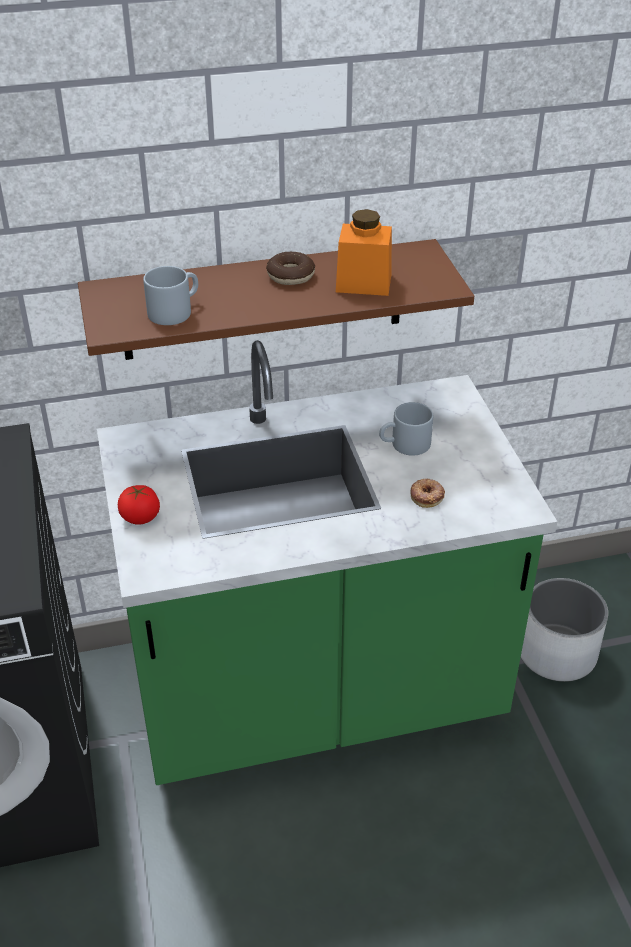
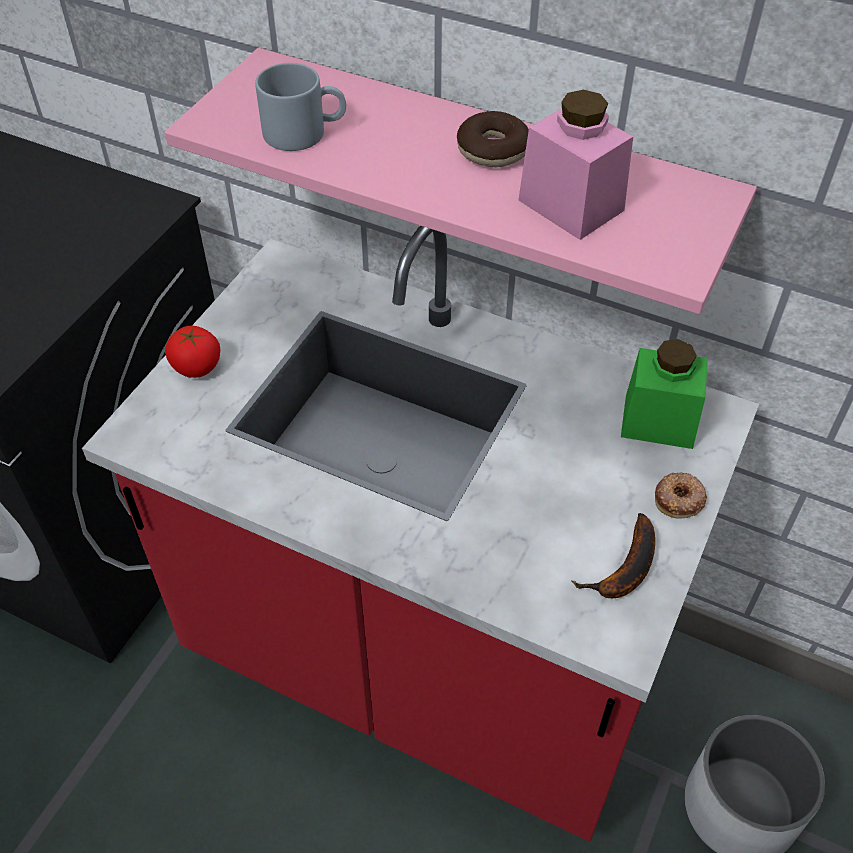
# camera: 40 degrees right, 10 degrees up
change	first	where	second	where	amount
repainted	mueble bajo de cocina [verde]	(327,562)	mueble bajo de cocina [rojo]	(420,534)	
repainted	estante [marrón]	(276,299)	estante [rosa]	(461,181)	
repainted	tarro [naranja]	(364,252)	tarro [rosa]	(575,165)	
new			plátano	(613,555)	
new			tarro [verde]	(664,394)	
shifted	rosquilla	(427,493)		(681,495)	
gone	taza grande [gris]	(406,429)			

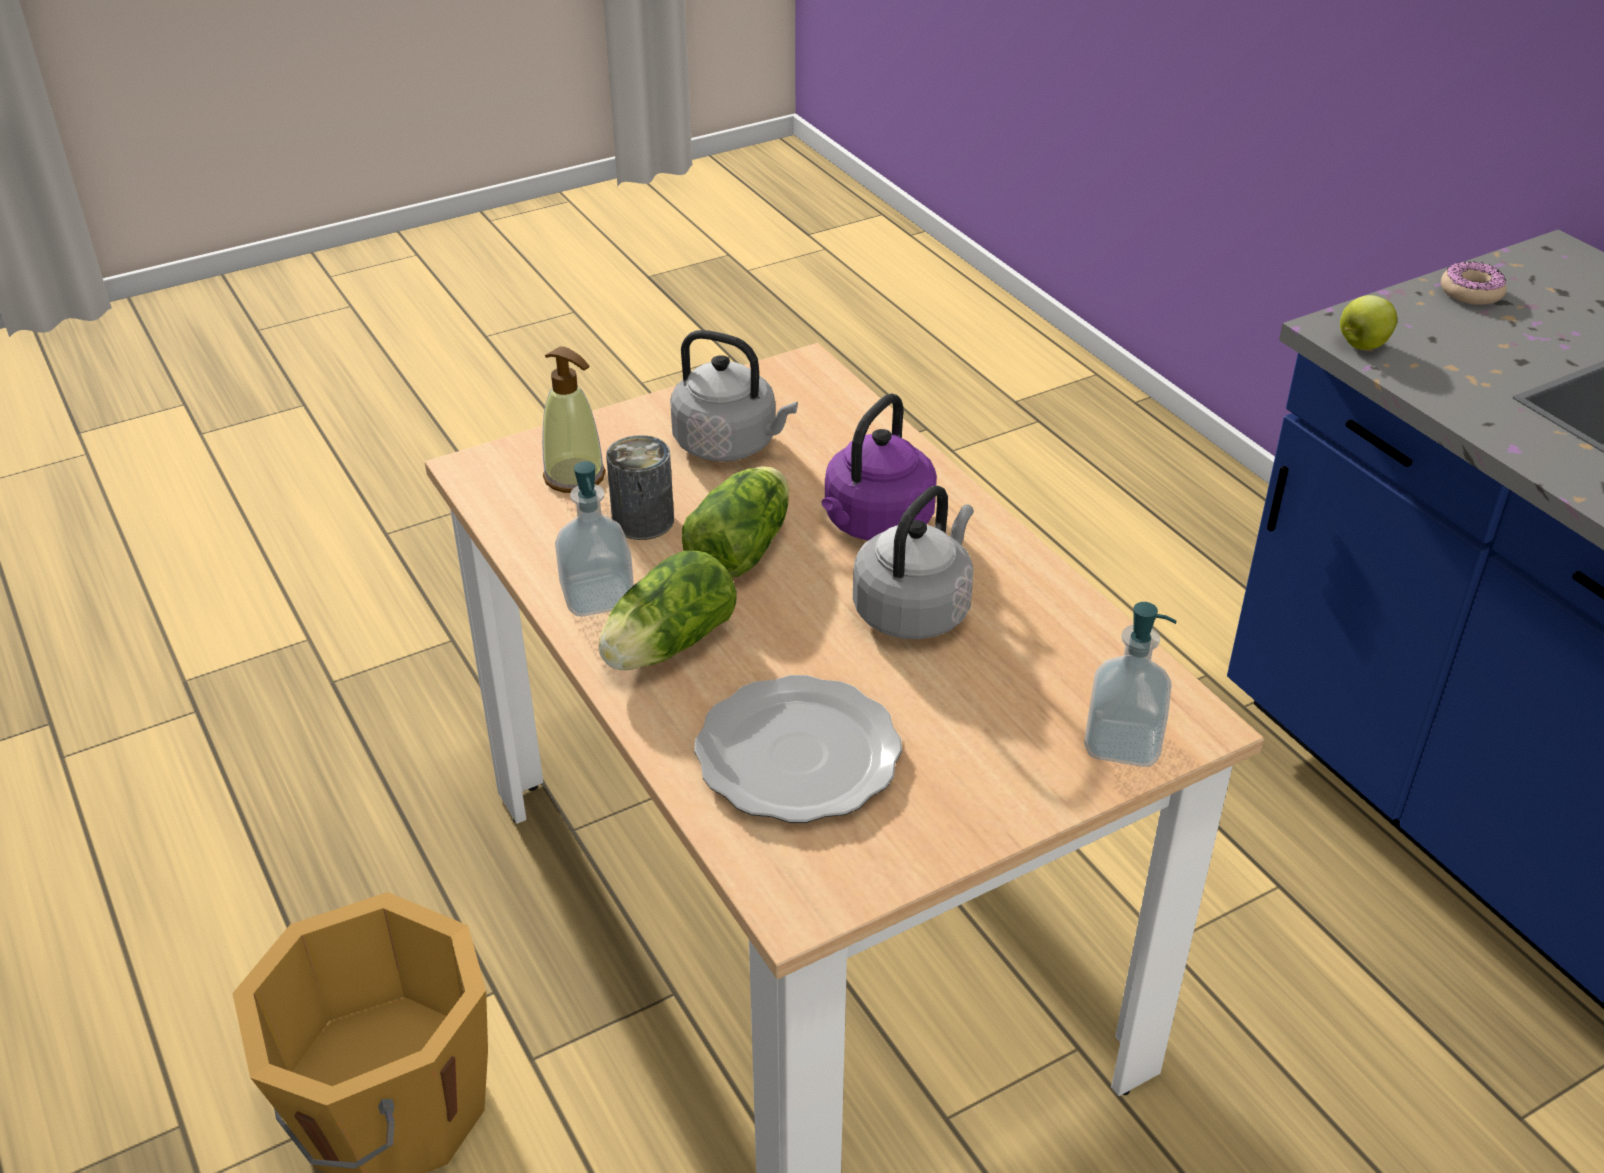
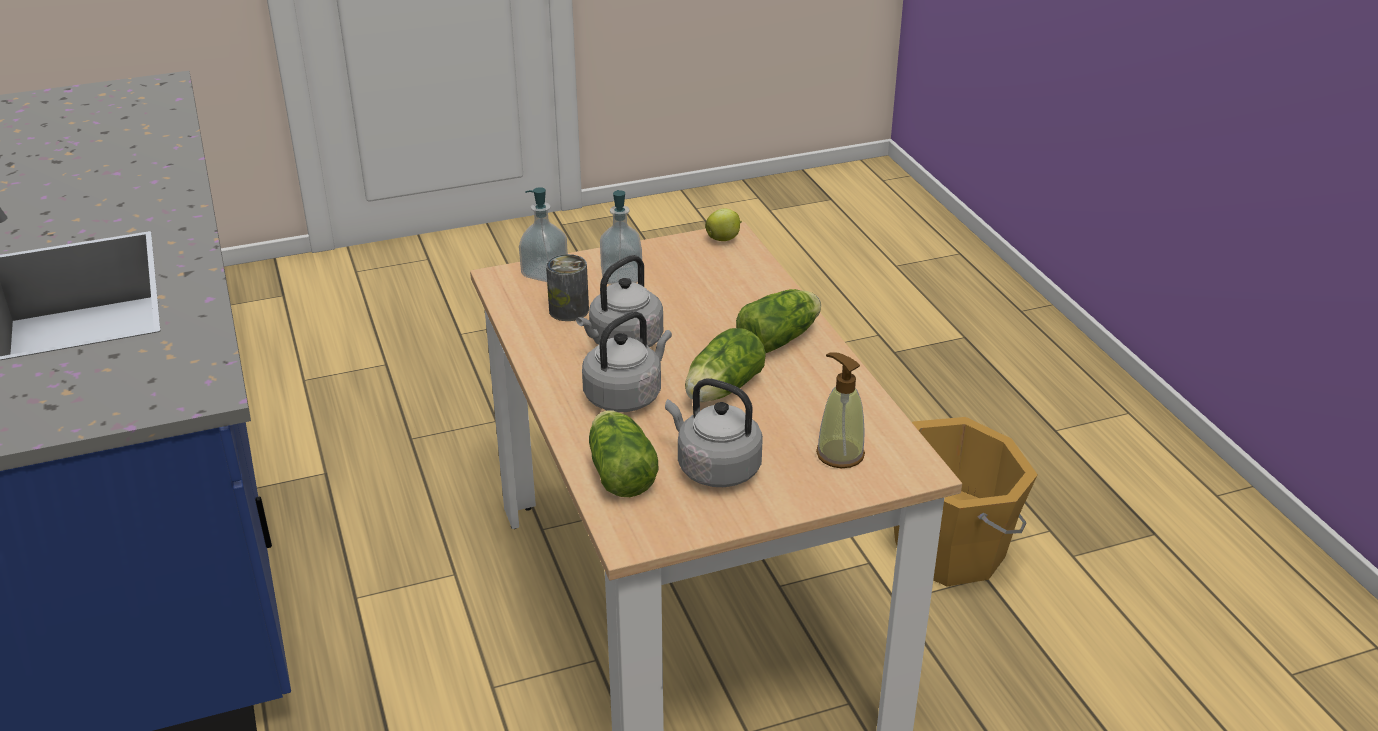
# camera: 170 degrees left, 5 degrees down
change	first	where	second	where	amount
shifted	lata	(640,487)		(567,287)	
repainted	hervidor [morado]	(879,467)	hervidor [gris]	(627,361)	
new			lechuga	(624,453)	
shifted	dispensador de jabón	(594,538)		(621,237)	
shifted	manzana	(1368,322)		(723,225)	
gone	plato	(798,749)			
gone	rosquilla	(1474,283)			

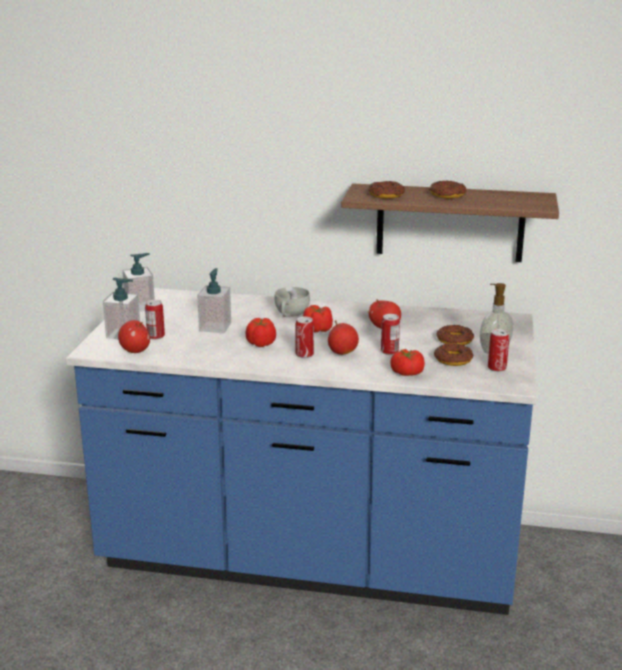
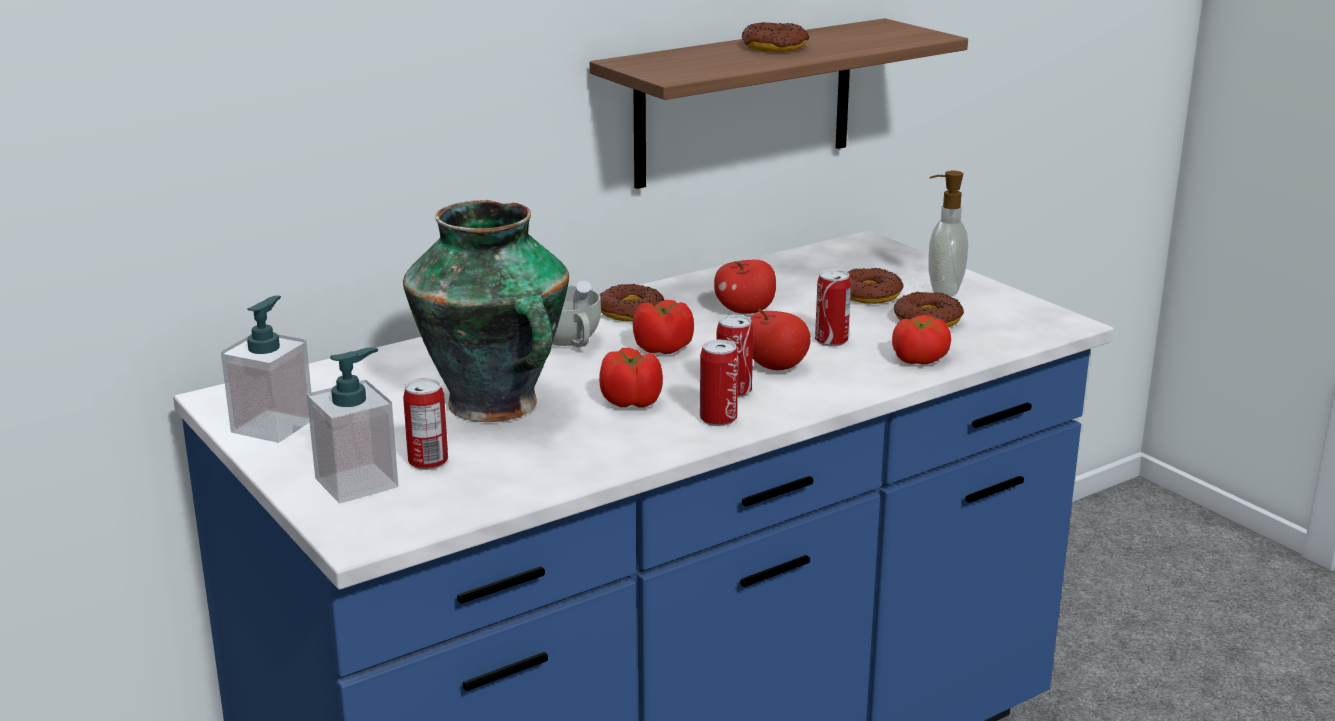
# camera: 45 degrees left, 0 degrees up
change	first	where	second	where	amount
swapped	dispensador de jabón	(214,300)	florero	(486,311)	
shifted	rosquilla	(386,190)		(631,303)	
shifted	lata	(498,350)		(719,383)	
gone	manzana	(134,336)			

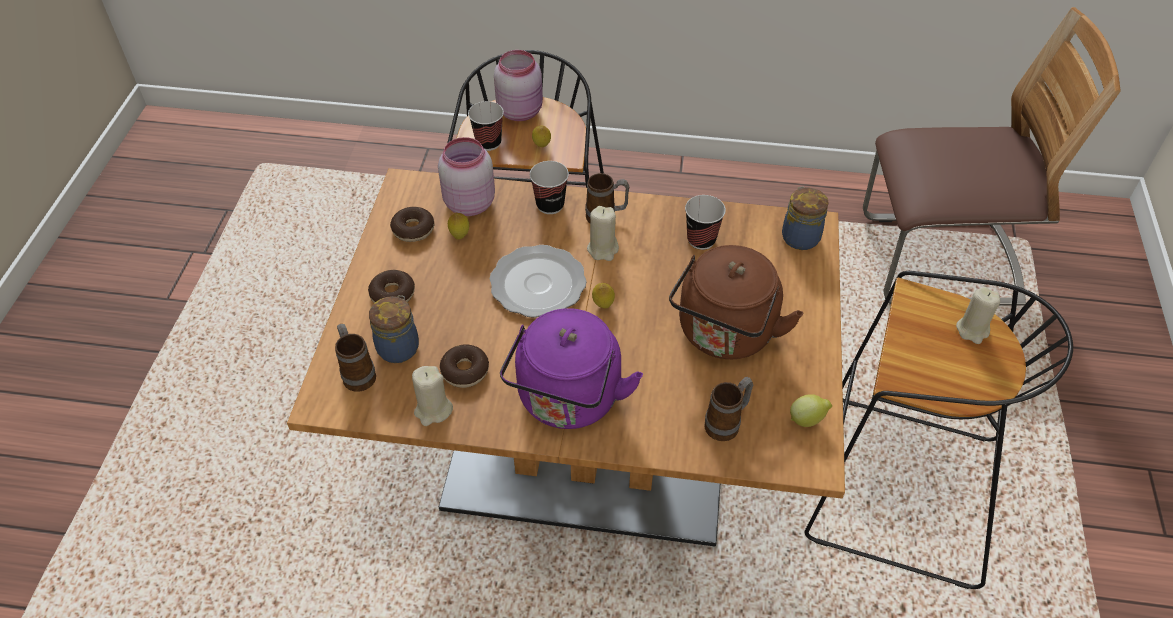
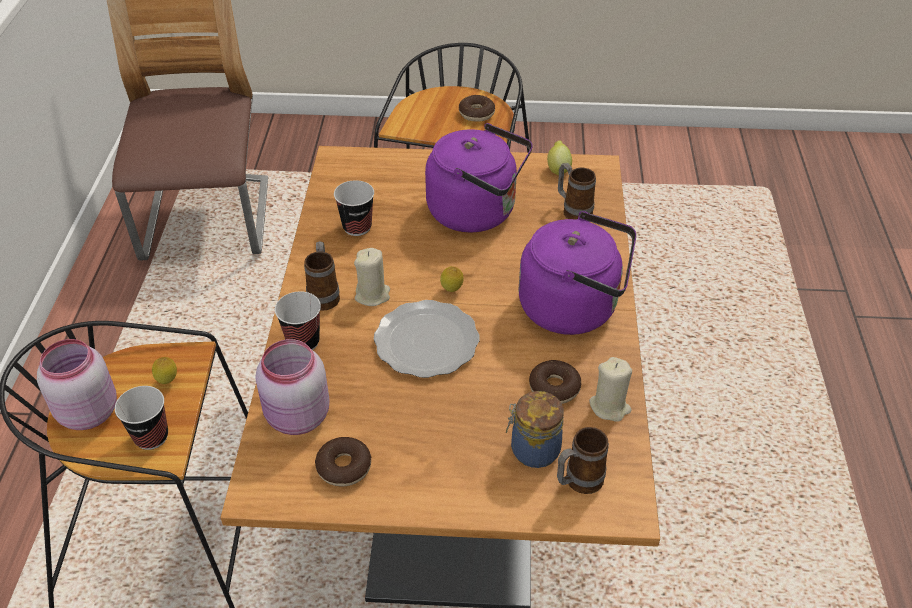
# camera: 95 degrees left, 5 degrees down
change	first	where	second	where	amount
repainted	hervidor [marrón]	(736,302)	hervidor [morado]	(479,177)	
shifted	rosquilla	(391,286)		(477,108)	
gone	limón	(458,226)			
gone	tarro	(805,218)			
gone	vela [beis]	(978,315)			

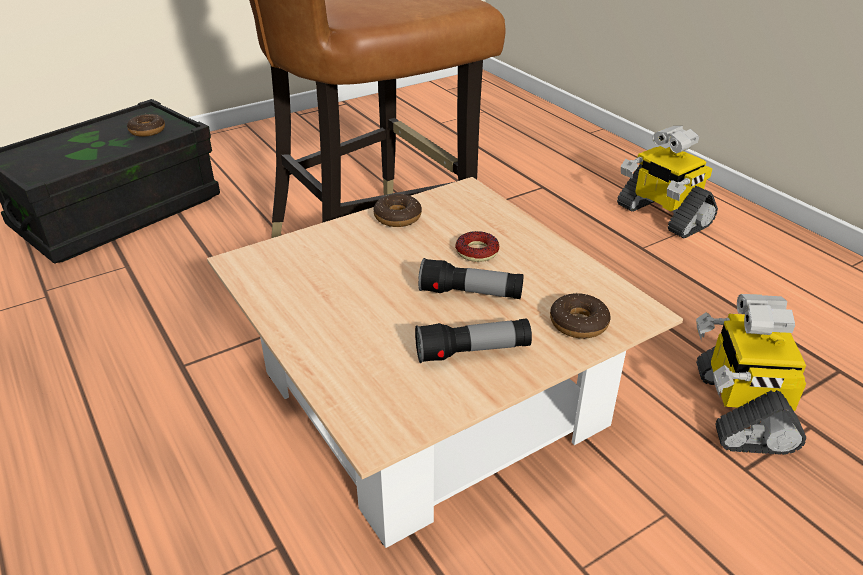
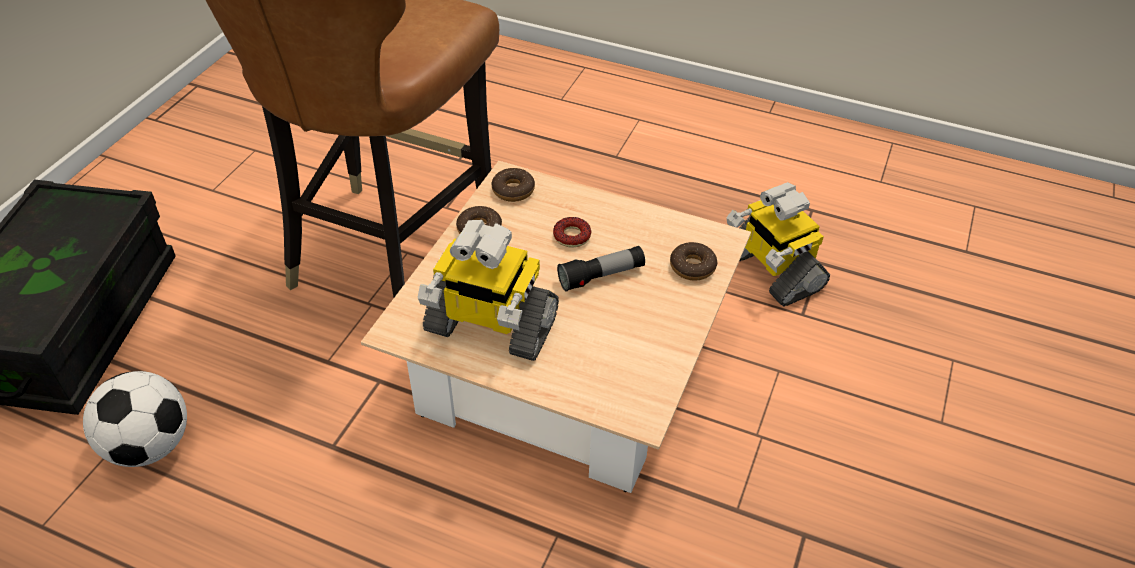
# camera: 35 degrees left, 10 degrees up
change	first	where	second	where	amount
new			balón de fútbol	(135,419)	
shifted	robot de juguete	(667,182)		(488,290)	
shifted	rosquilla	(146,125)		(513,185)	
gone	linterna	(473,340)			

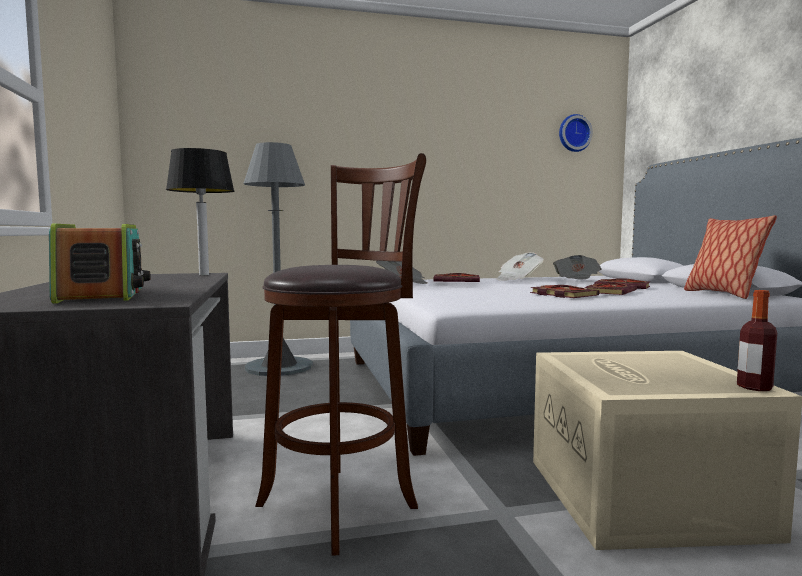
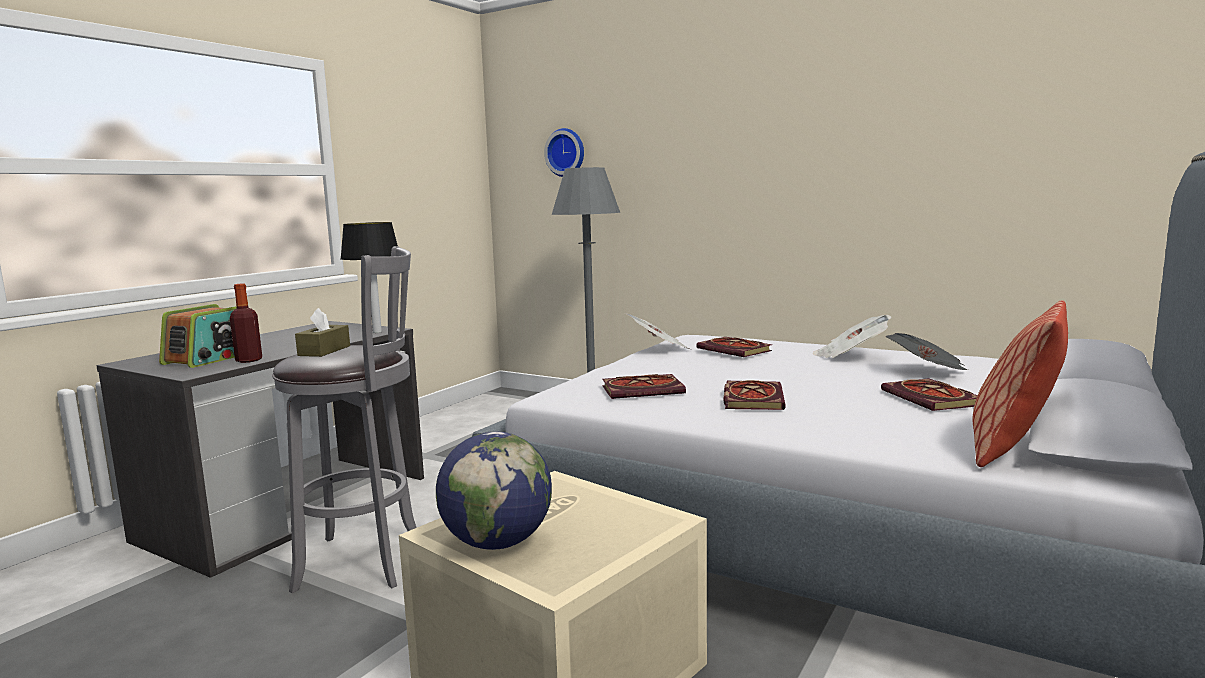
# camera: 45 degrees right, 5 degrees up
change	first	where	second	where	amount
shifted	botella	(757,340)		(246,323)	
repainted	taburete [marrón]	(340,354)	taburete [gris]	(344,419)	
new			caja de pañuelos [marrón]	(322,332)	
new			globo terráqueo	(494,491)	
shifted	reloj de pared	(576,133)		(564,152)	
shifted	libro	(611,288)		(644,386)	

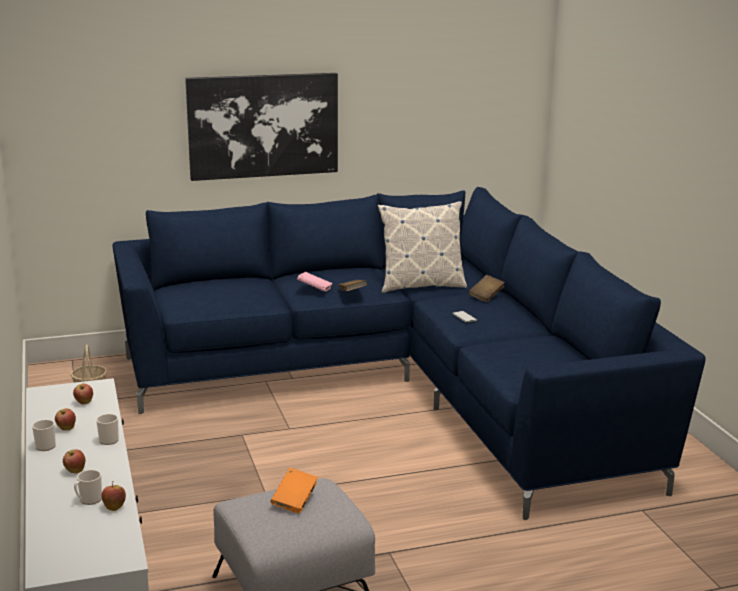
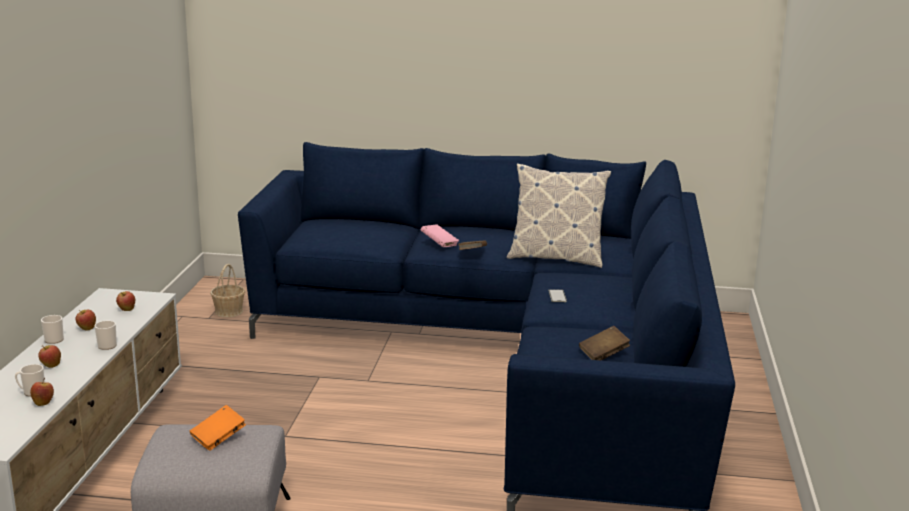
# camera: 25 degrees right, 0 degrees up
change	first	where	second	where	amount
shifted	libro [marrón]	(486,288)		(604,343)	
gone	cuadro	(261,127)			

